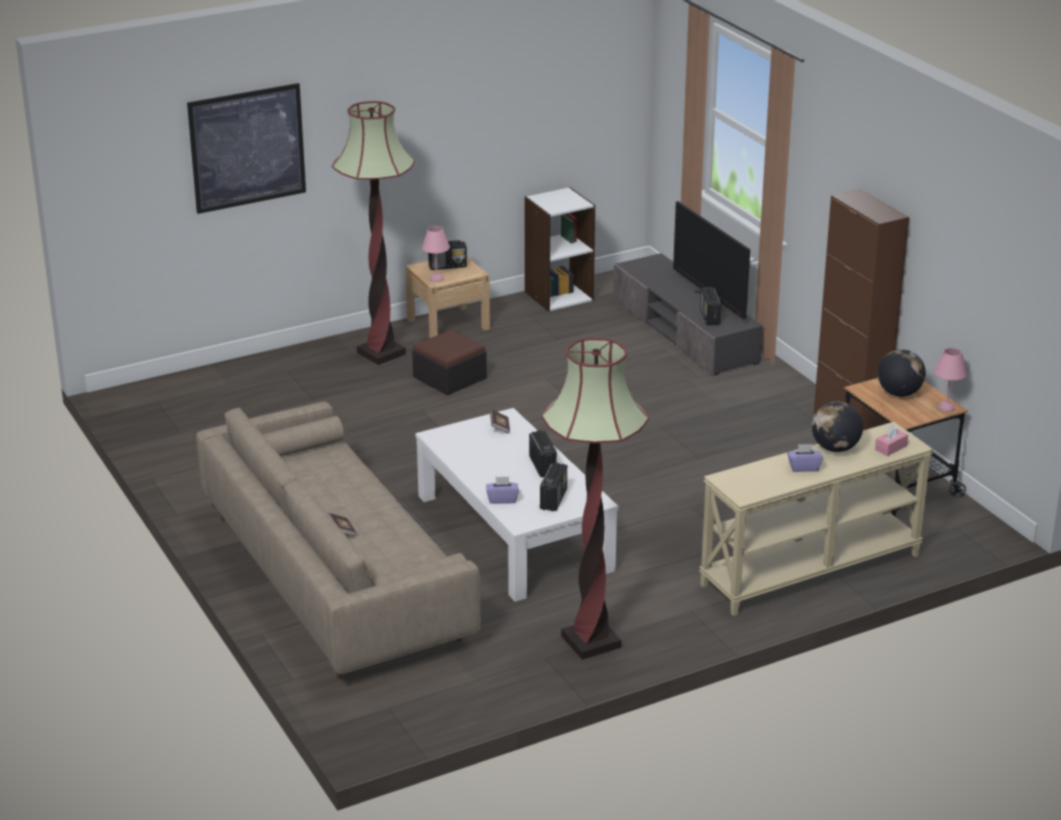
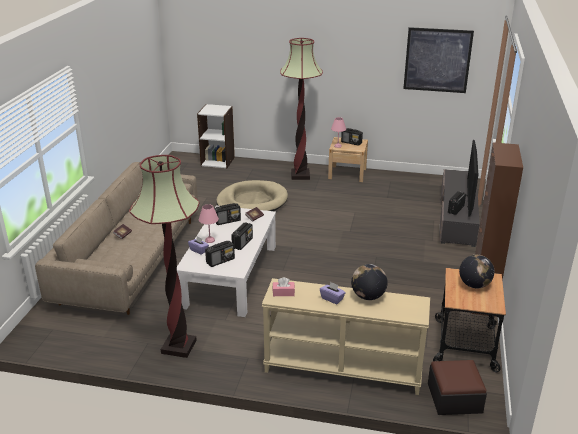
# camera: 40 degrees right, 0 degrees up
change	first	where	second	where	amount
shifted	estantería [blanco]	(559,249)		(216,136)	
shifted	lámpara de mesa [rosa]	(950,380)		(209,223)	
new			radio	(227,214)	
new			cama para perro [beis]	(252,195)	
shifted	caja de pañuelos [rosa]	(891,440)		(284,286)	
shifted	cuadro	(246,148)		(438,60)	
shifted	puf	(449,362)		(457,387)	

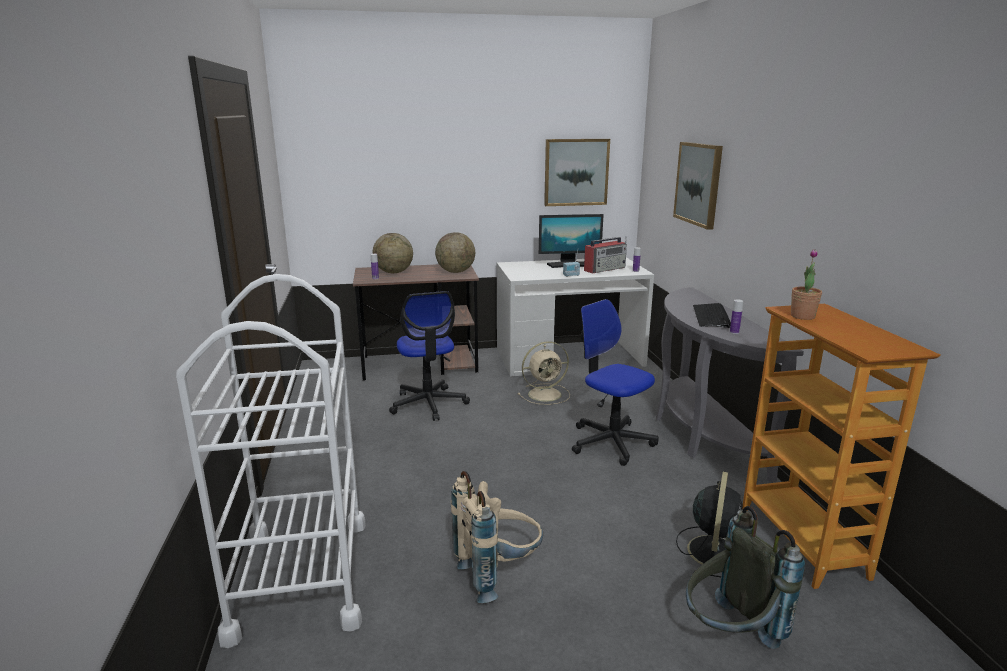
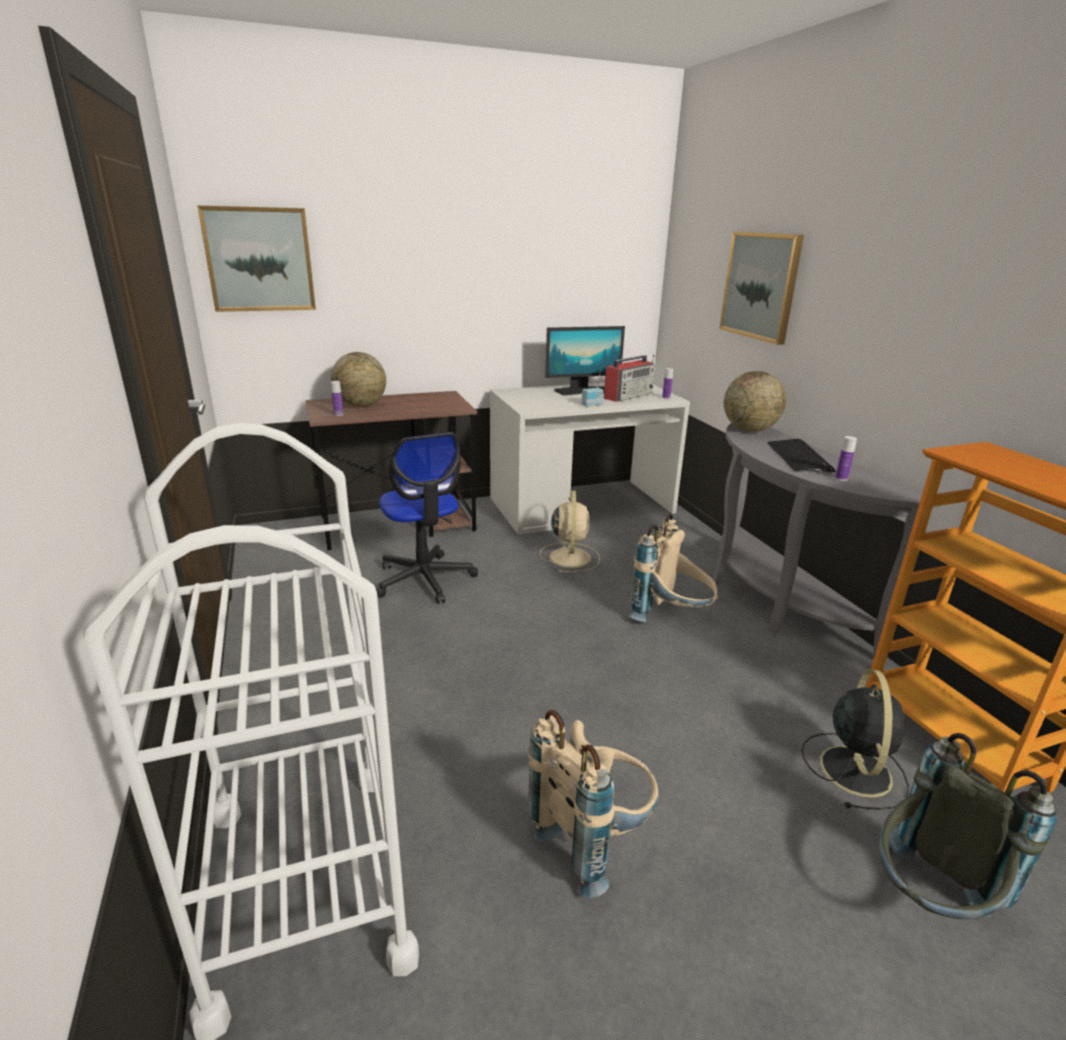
# camera: 10 degrees left, 5 degrees up
change	first	where	second	where	amount
shifted	cuadro	(577,172)		(256,259)	
rotated	ventilador [beis]	(544,373)		(570,531)	60 degrees counterclockwise
swapped	silla de oficina	(615,382)	mochila [beis]	(673,567)	
shifted	globo terráqueo	(455,252)		(755,401)	
gone	planta en maceta	(806,284)			

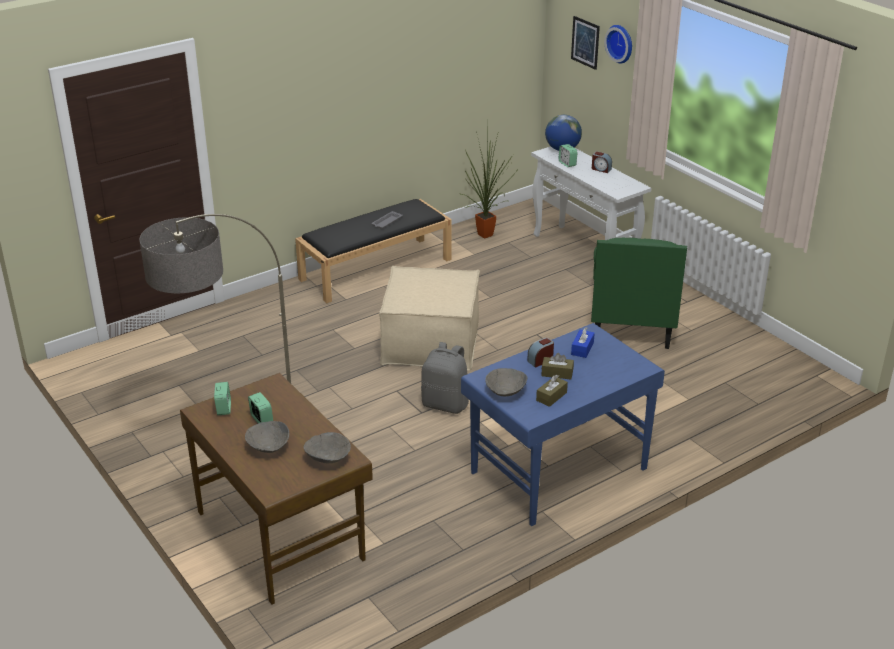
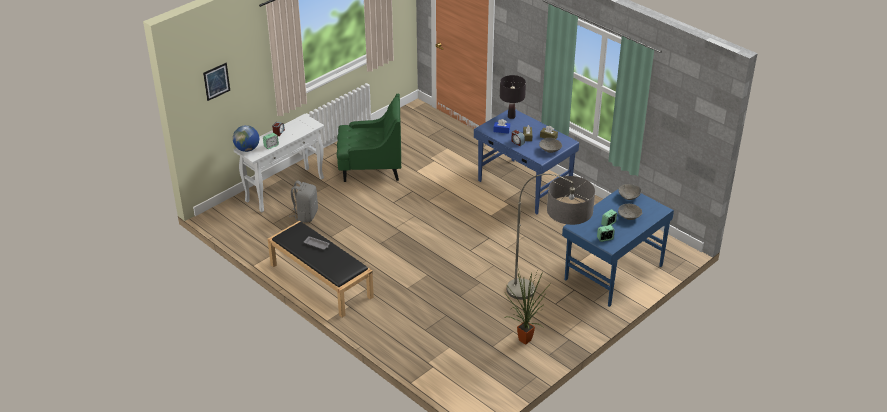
# camera: 100 degrees left, 5 degrees up
change	first	where	second	where	amount
shifted	mochila [gris]	(445,378)		(303,202)	
new			lámpara de mesa [negro]	(513,97)	
shifted	planta en maceta	(488,179)		(527,307)	
repainted	escritorio [marrón]	(276,488)	escritorio [azul]	(618,248)	
gone	puf [beis]	(429,318)			
gone	reloj de pared	(618,44)			

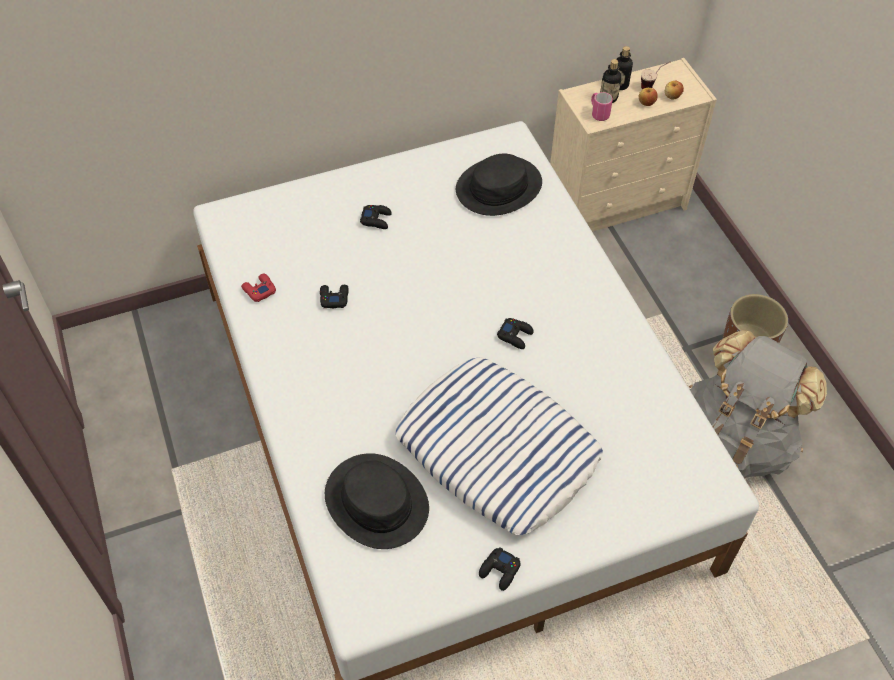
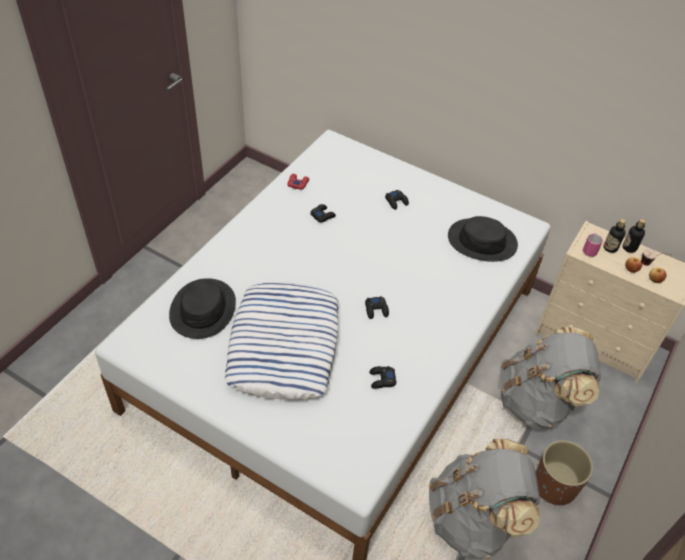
# camera: 50 degrees right, 5 degrees down
change	first	where	second	where	amount
shifted	mando de consola [negro]	(500,569)		(383,377)	
new			mochila [gris]	(550,378)	

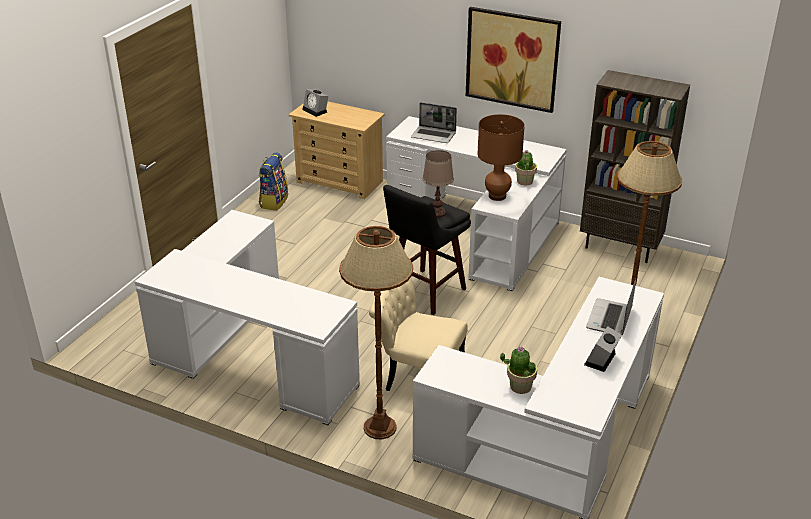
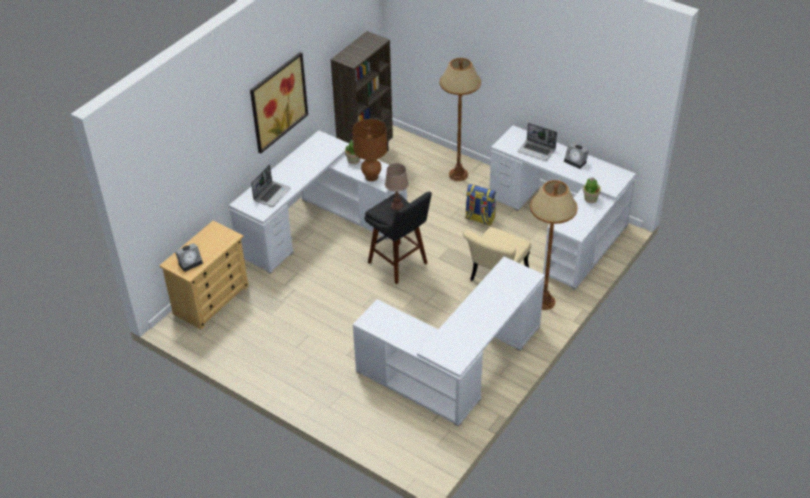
# camera: 80 degrees left, 10 degrees up
change	first	where	second	where	amount
shifted	mochila	(273,181)		(480,205)	

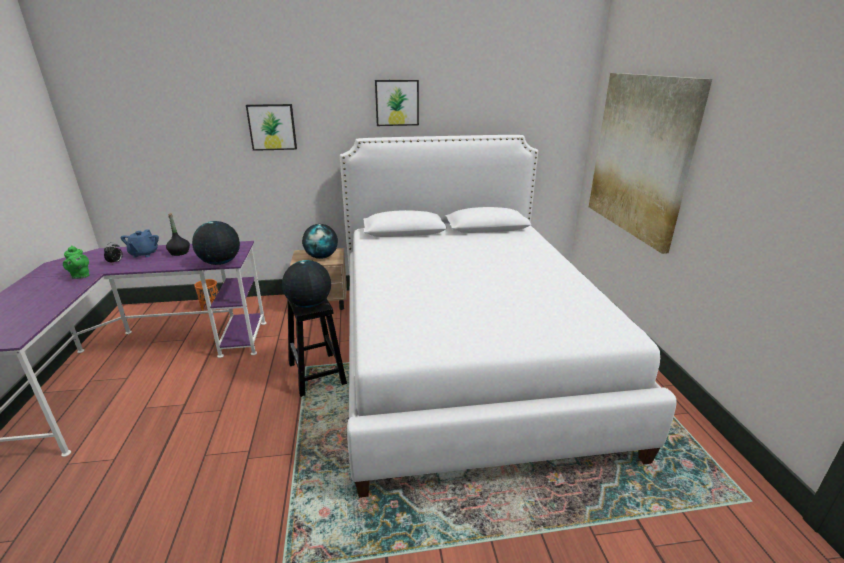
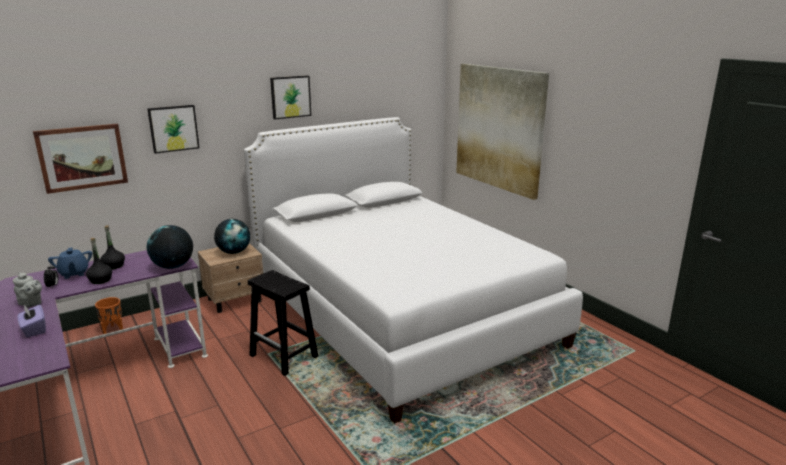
# camera: 25 degrees left, 5 degrees down
change	first	where	second	where	amount
repainted	tetera [verde]	(76,262)	tetera [gris]	(27,289)	
new			caja de pañuelos [morado]	(31,321)	
new			cuadro	(80,159)	
new			botella [negro]	(99,261)	
gone	globo terráqueo	(306,284)			

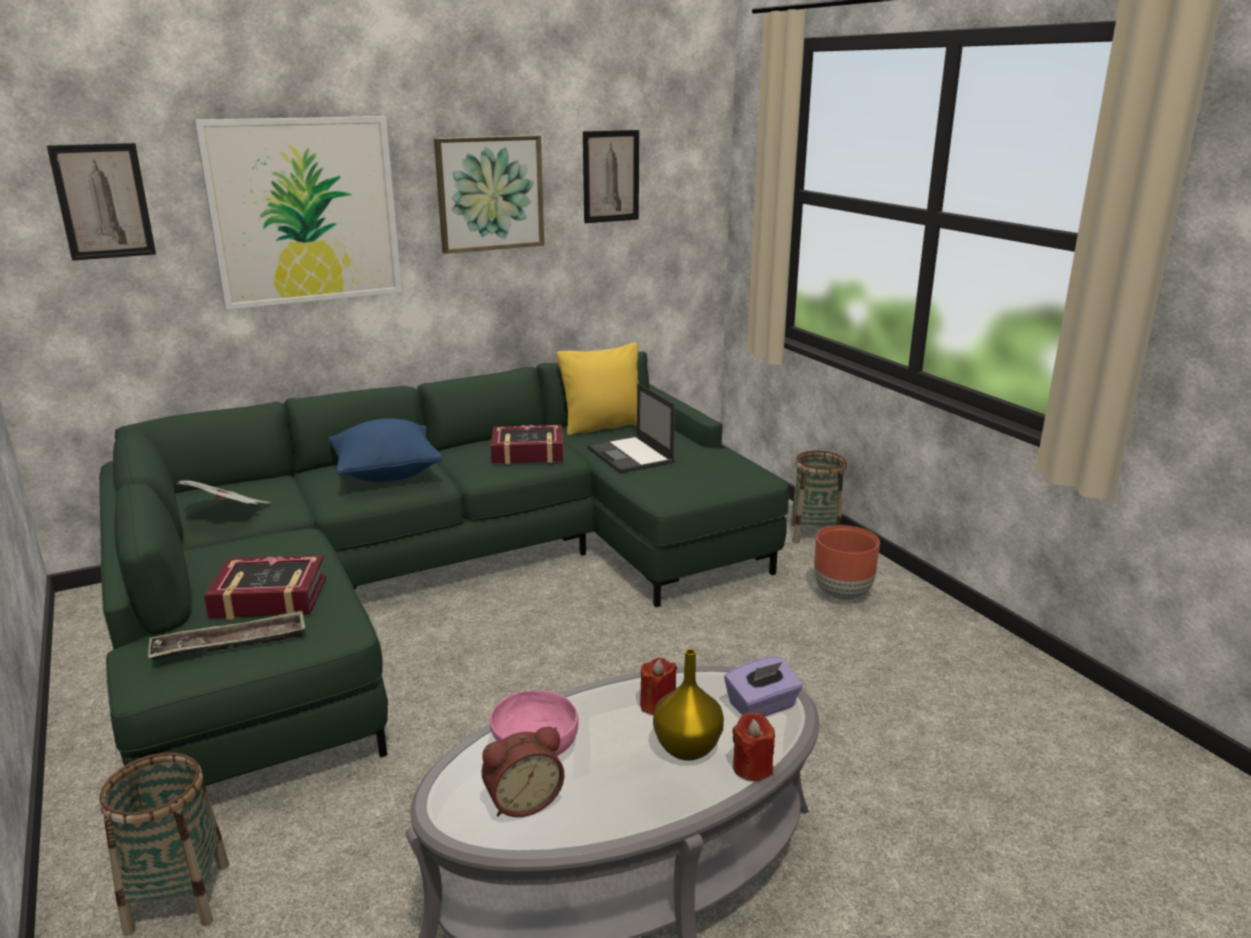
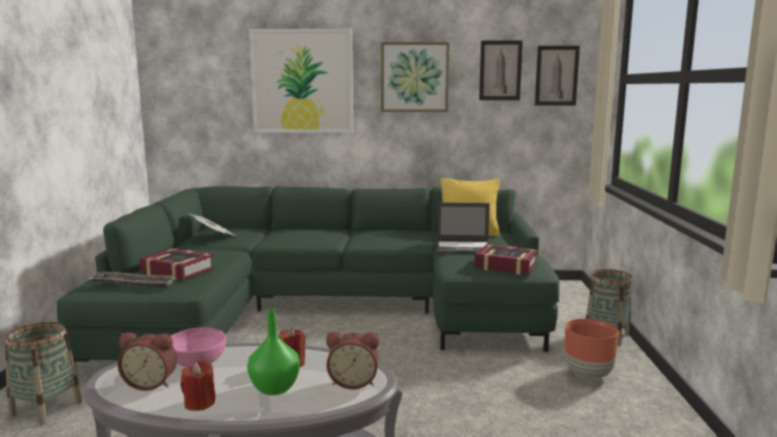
# camera: 30 degrees right, 10 degrees down
change	first	where	second	where	amount
shifted	vela [rojo]	(754,746)		(198,385)	
repainted	florero [amarillo]	(688,705)	florero [verde]	(273,352)	
swapped	caja de pañuelos [morado]	(763,687)	despertador	(352,360)	
rotated	portátil	(631,428)		(463,229)	90 degrees counterclockwise
shifted	libro	(527,444)		(506,259)	
shifted	cuadro	(101,202)		(557,76)	
gone	cojín [azul]	(386,450)			

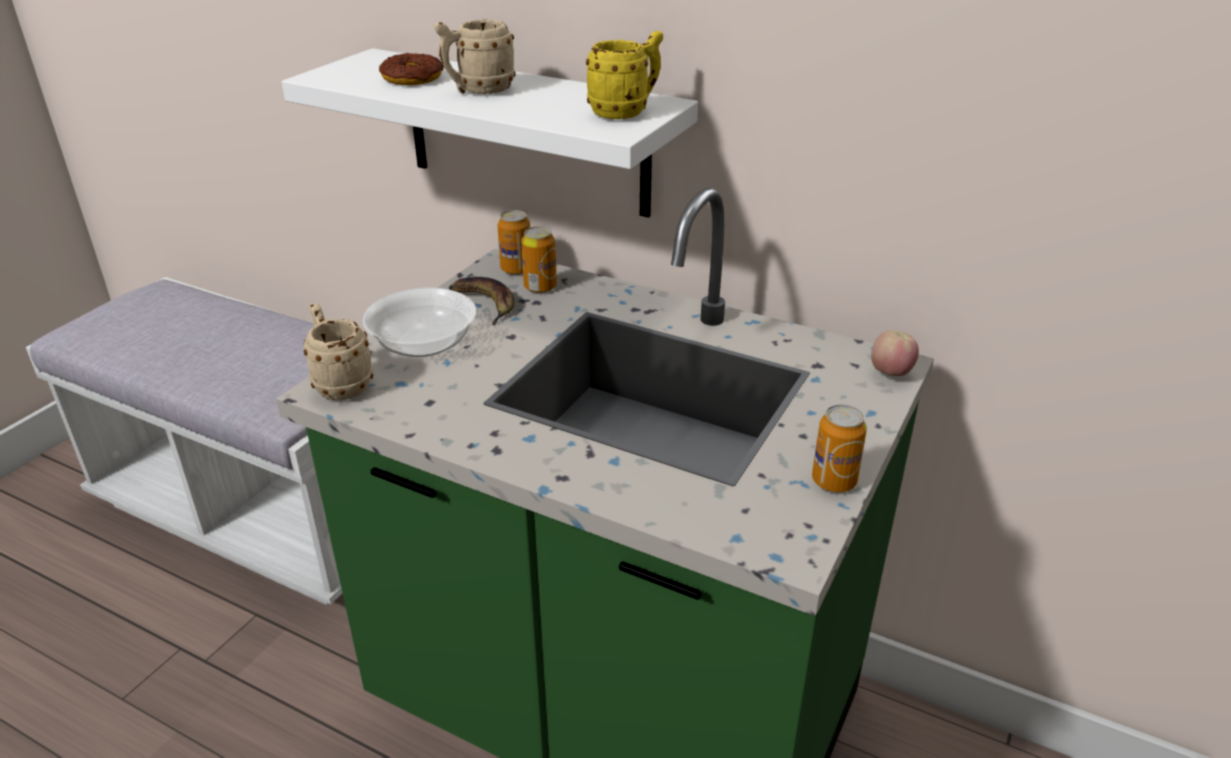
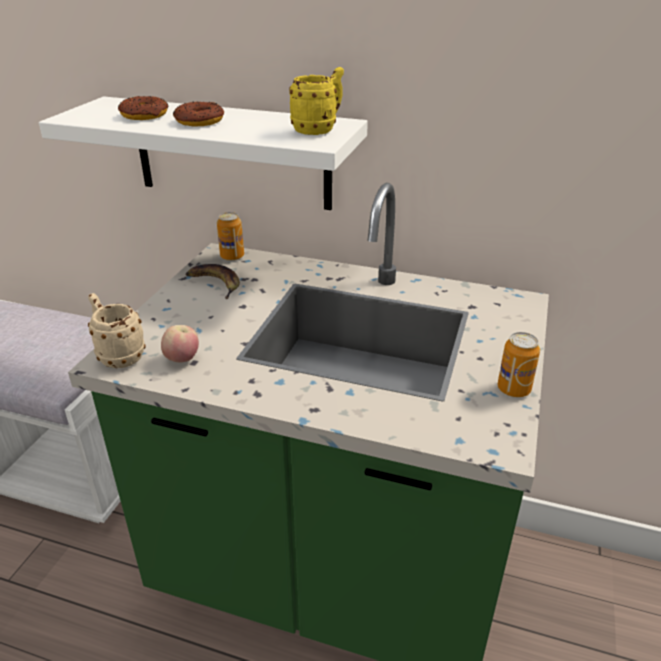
# camera: 10 degrees left, 0 degrees up
change	first	where	second	where	amount
shifted	manzana	(895,353)		(180,344)	
swapped	taza grande [beis]	(475,56)	rosquilla	(198,114)	
gone	cuenco	(420,322)			
gone	lata	(539,259)			

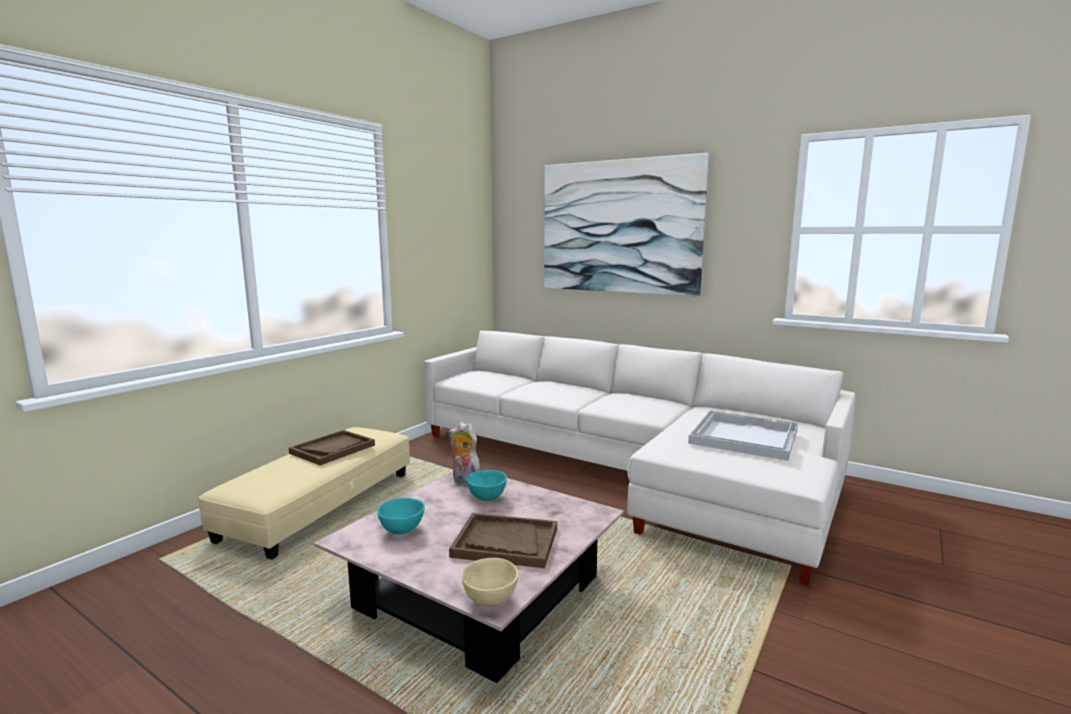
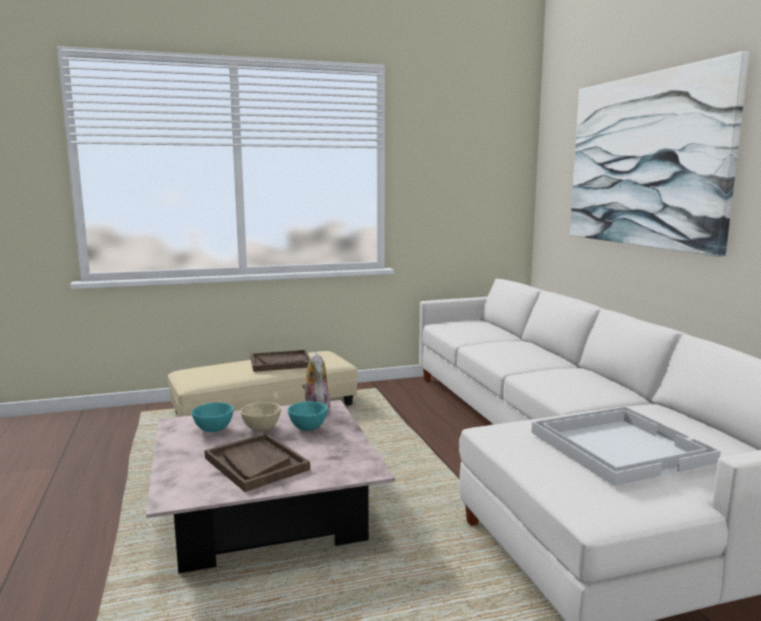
# camera: 40 degrees right, 0 degrees up
change	first	where	second	where	amount
shifted	cuenco [beis]	(489,582)		(260,417)	

